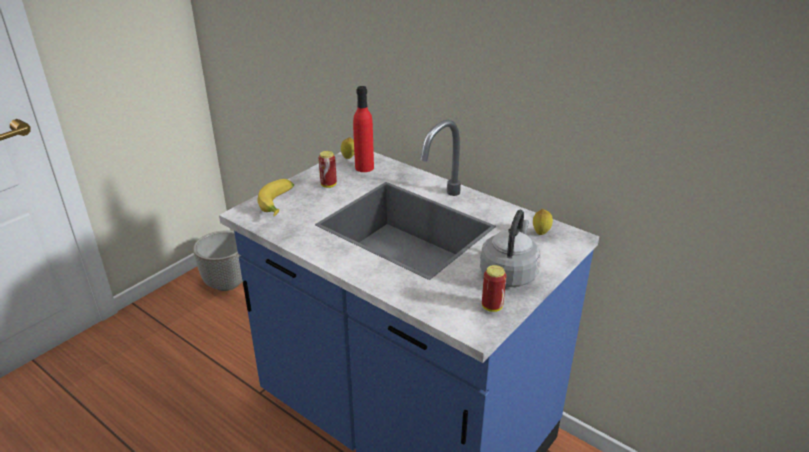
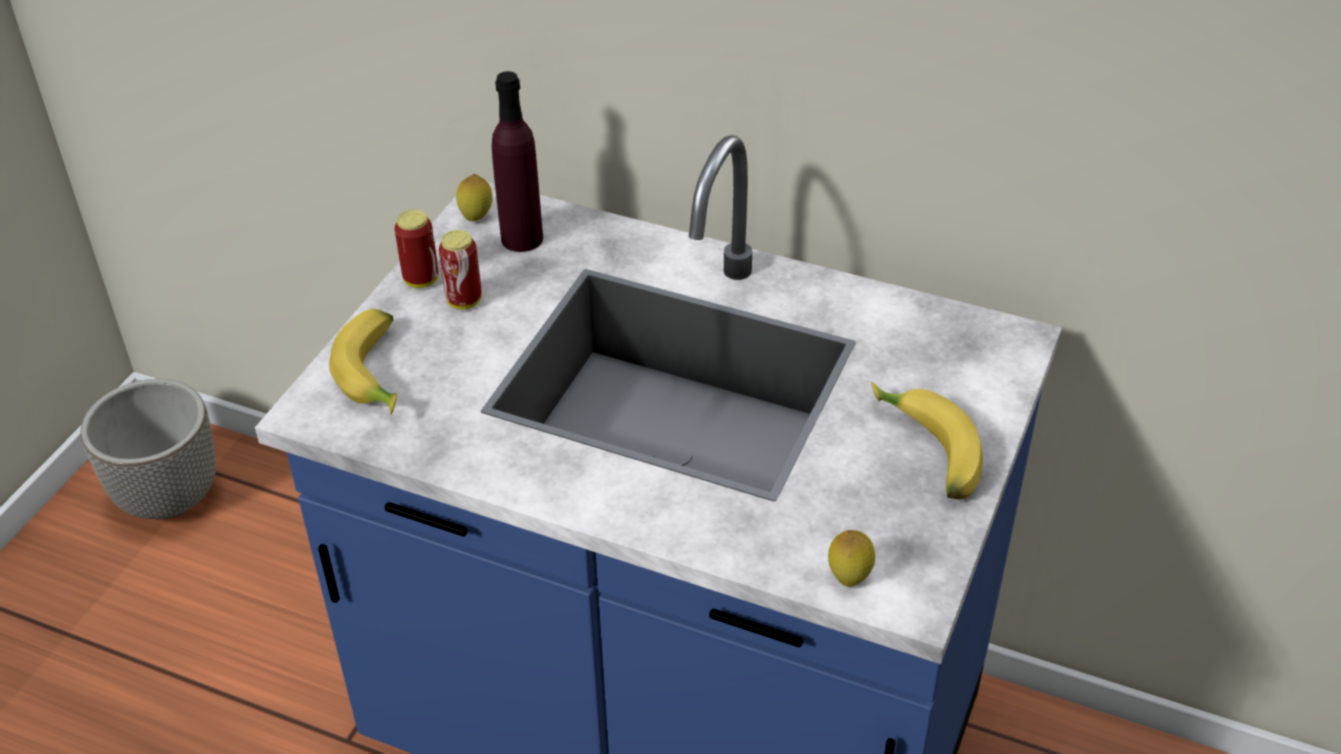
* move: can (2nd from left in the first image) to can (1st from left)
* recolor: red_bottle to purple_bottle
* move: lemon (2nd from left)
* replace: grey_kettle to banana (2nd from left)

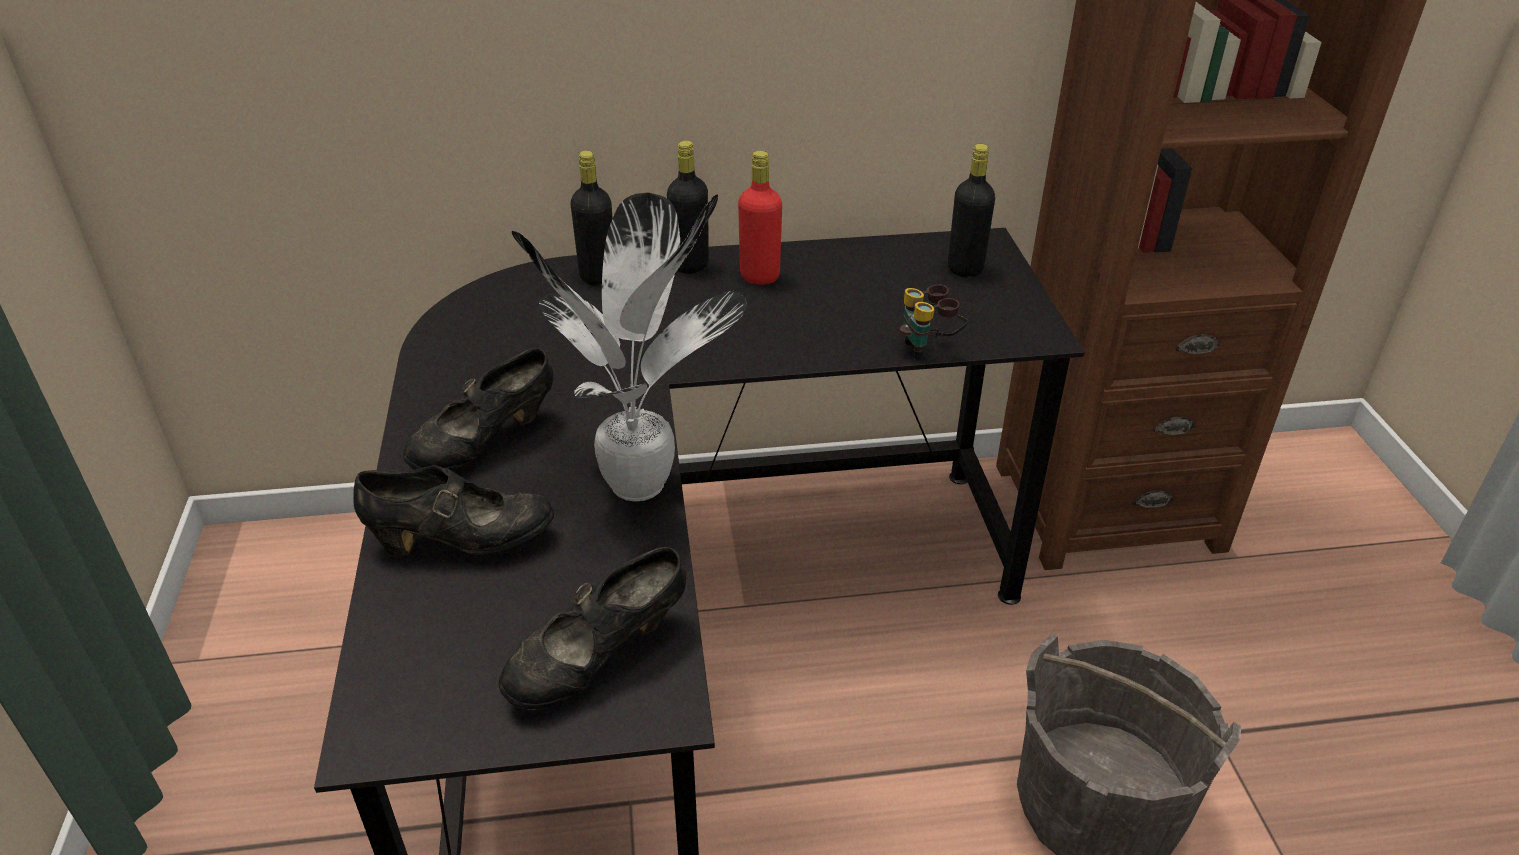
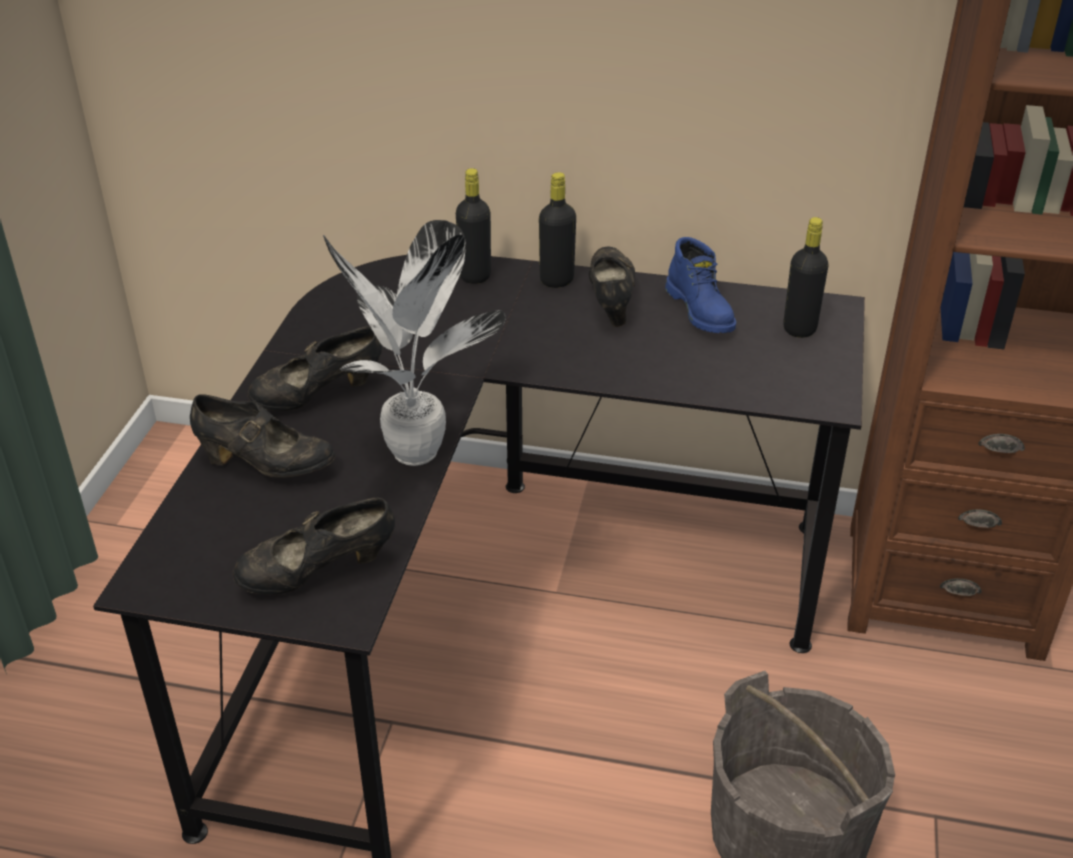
* replace: red_bottle to black_shoe (4th from left)
* insert: blue_boot
* delete: binoculars

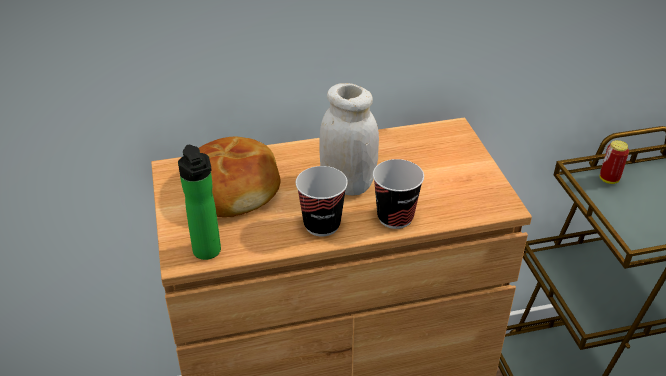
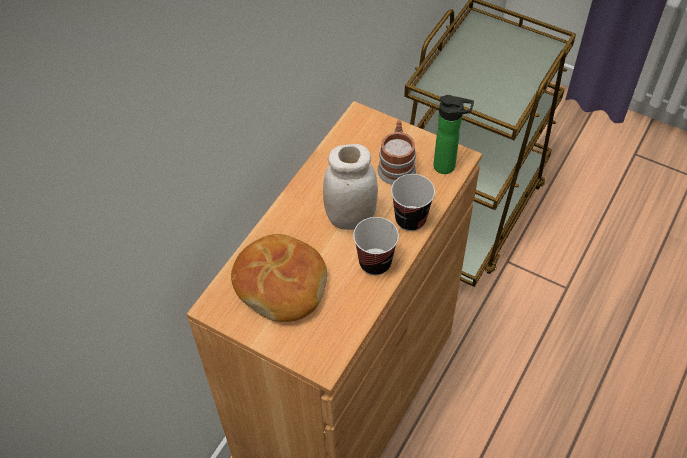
* insert: mug
* move: bottle
* delete: can

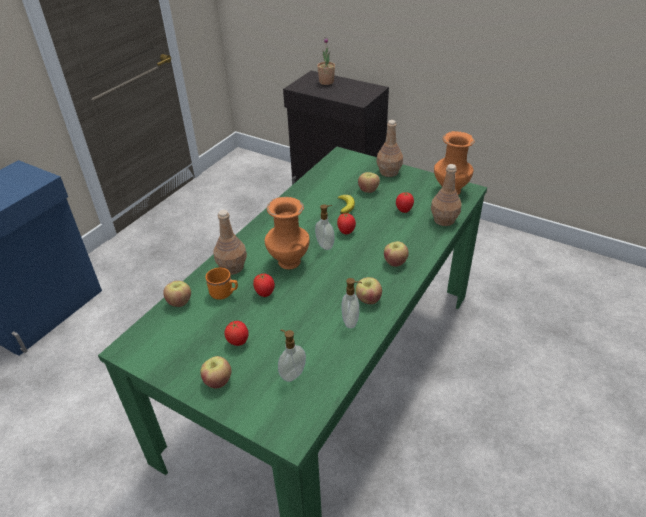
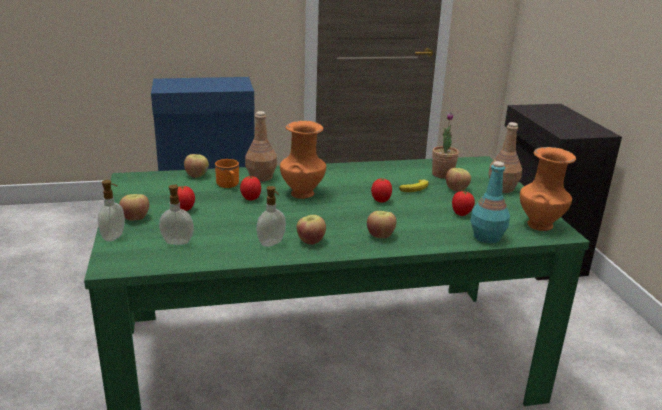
* move: soap_dispenser (2nd from left in the first image) to soap_dispenser (1st from left)
* move: potted_plant
* recolor: brown_bottle (3rd from left) to turquoise_bottle

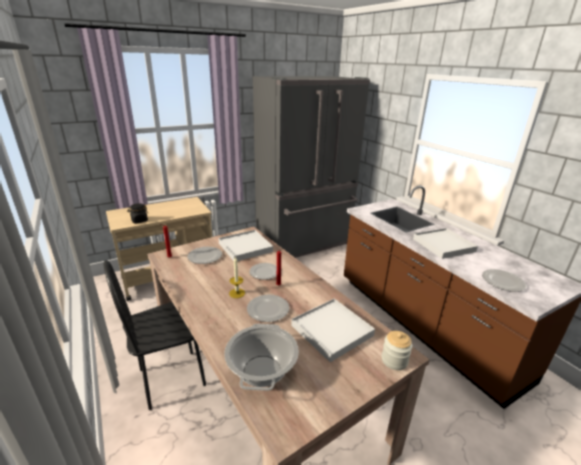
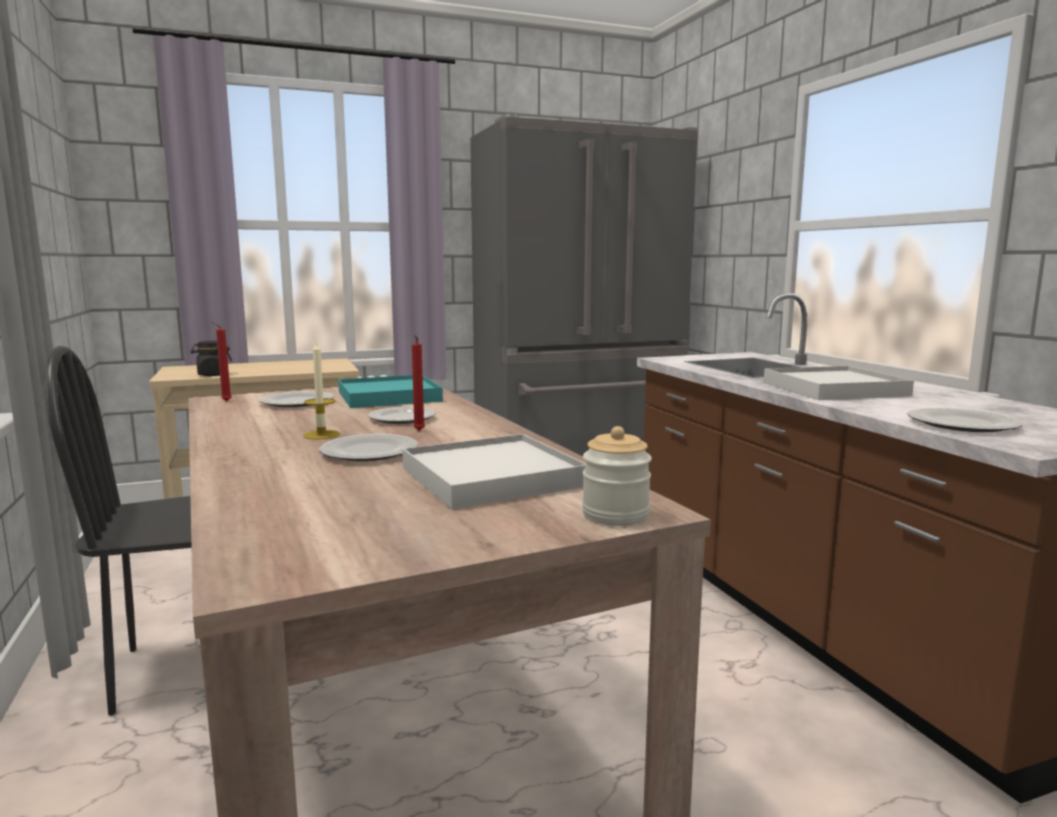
* recolor: white_tray (1st from left) to turquoise_tray
* delete: cooking_pot

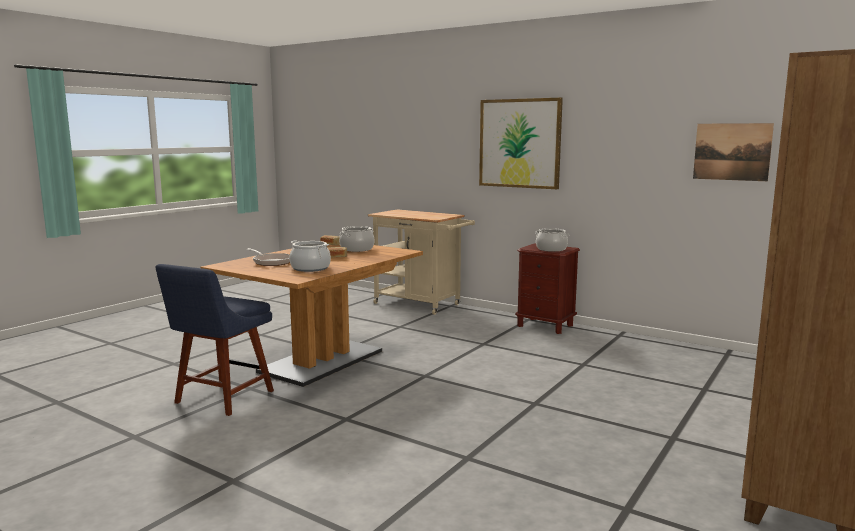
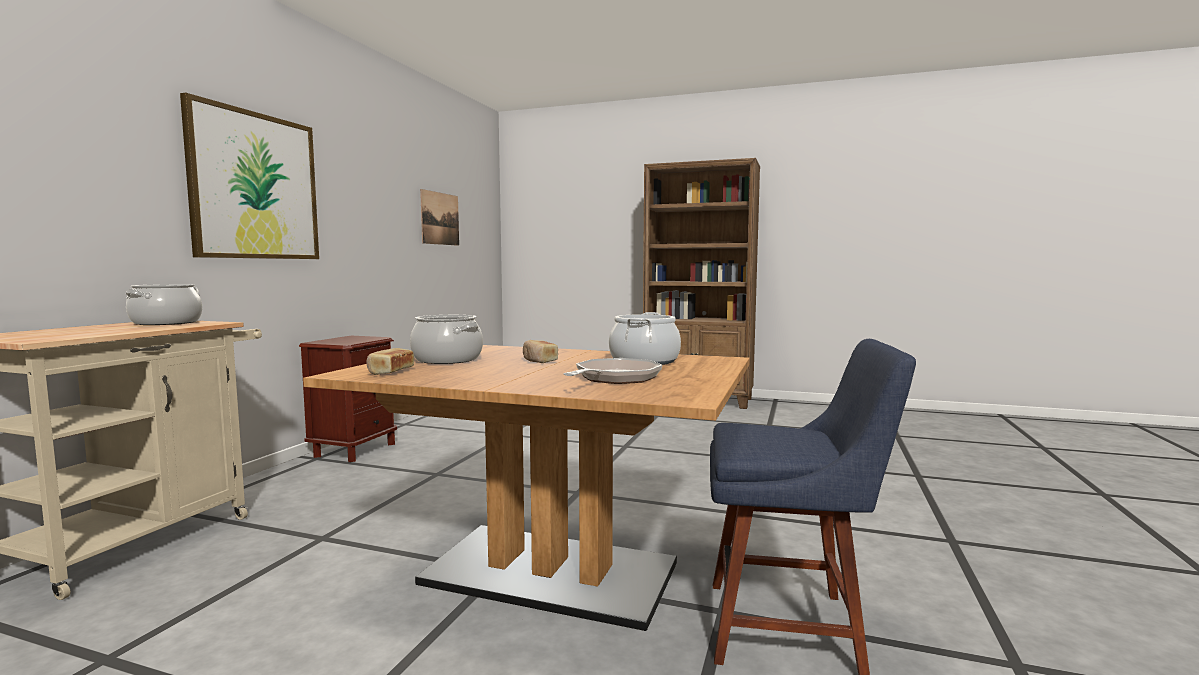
* move: cooking_pot (3rd from left in the first image) to cooking_pot (1st from left)

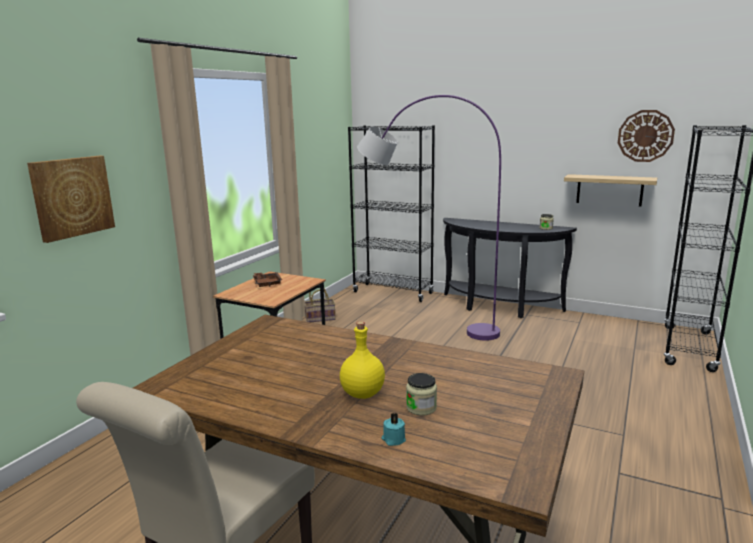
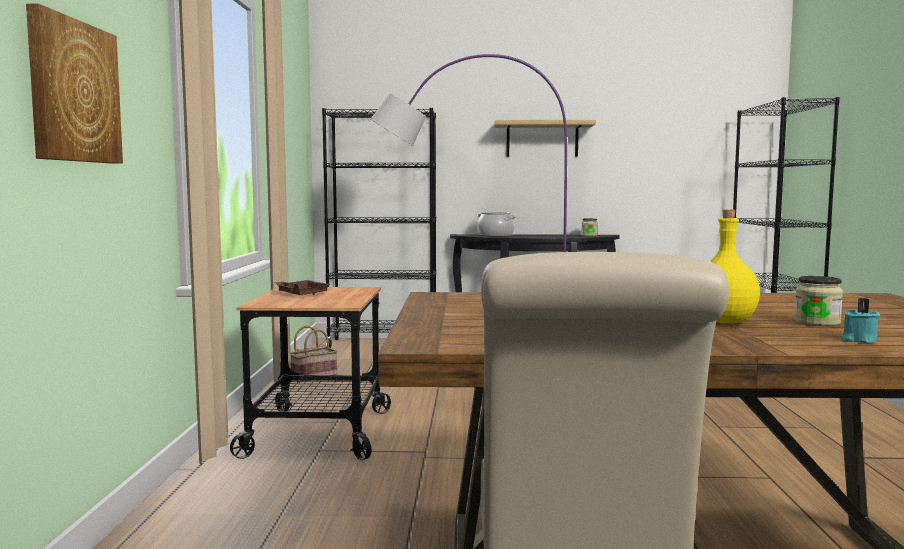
* insert: cooking_pot
* move: shelf
* delete: wall_clock

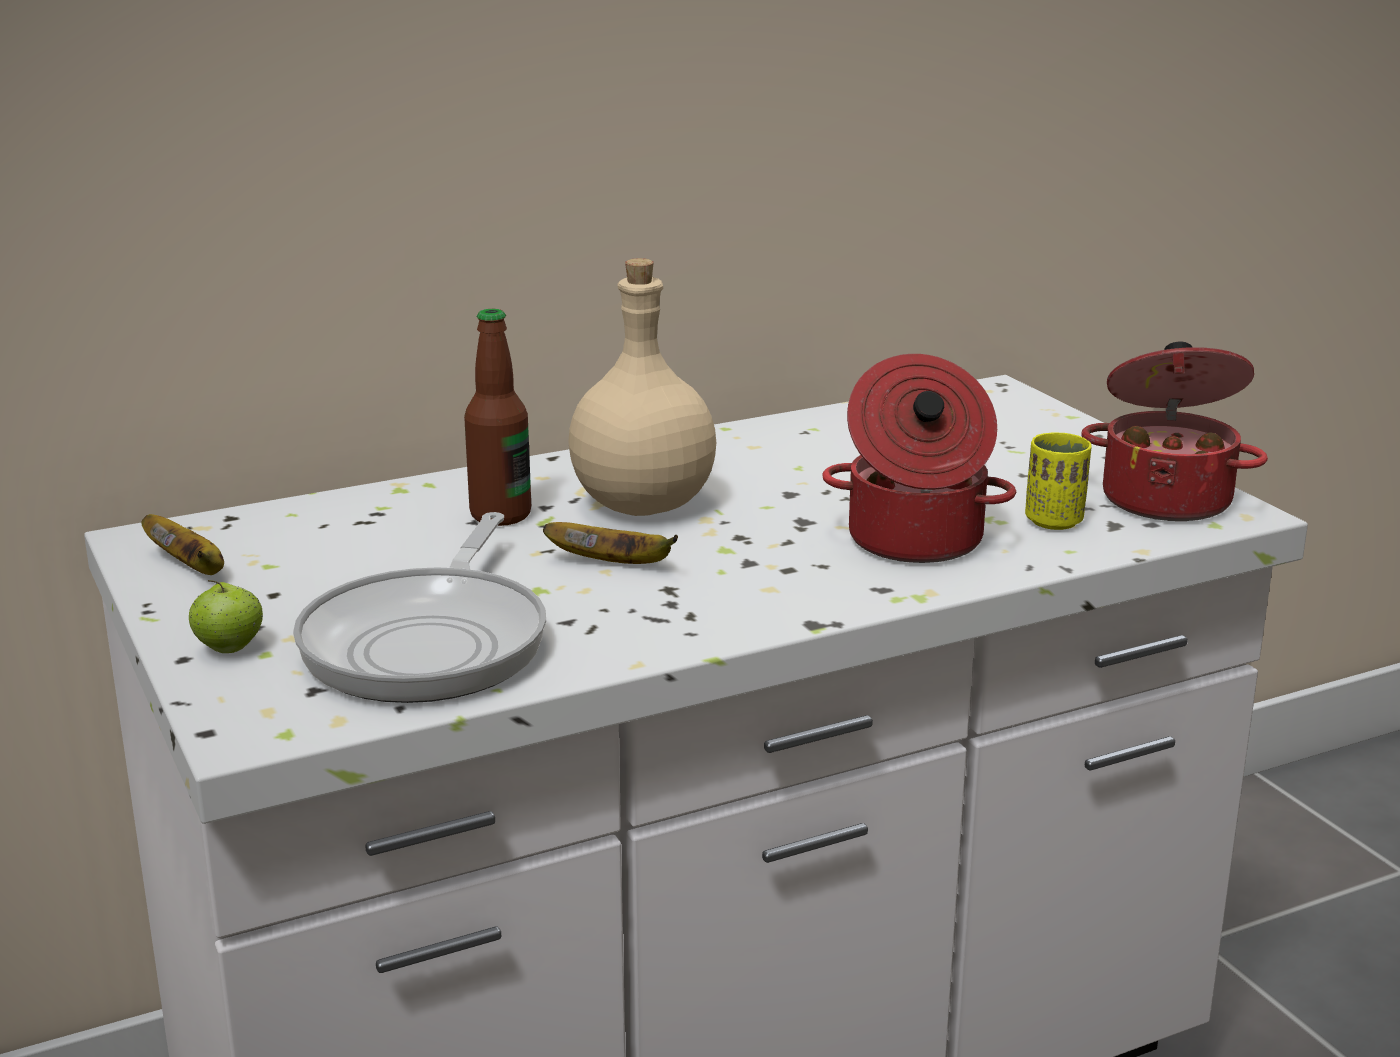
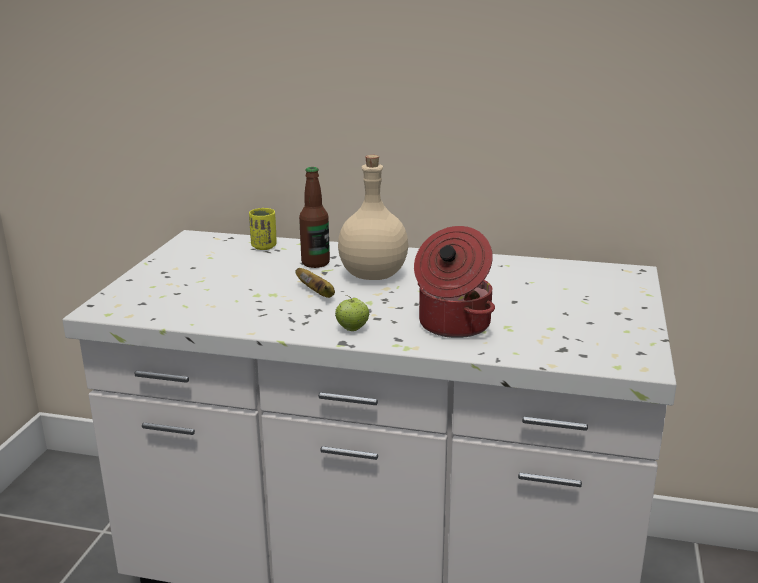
* move: yellow_cup
* move: apple
* delete: banana (1st from left)
* delete: frying_pan
* delete: cooking_pot (2nd from left)

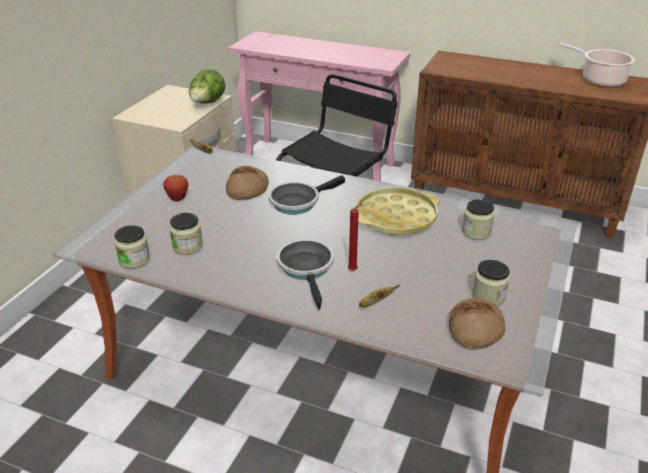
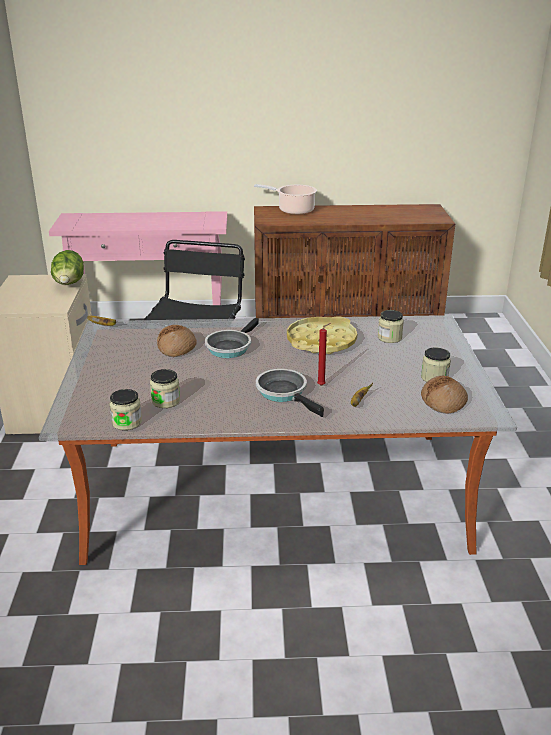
* move: cooking_pot
* delete: apple

